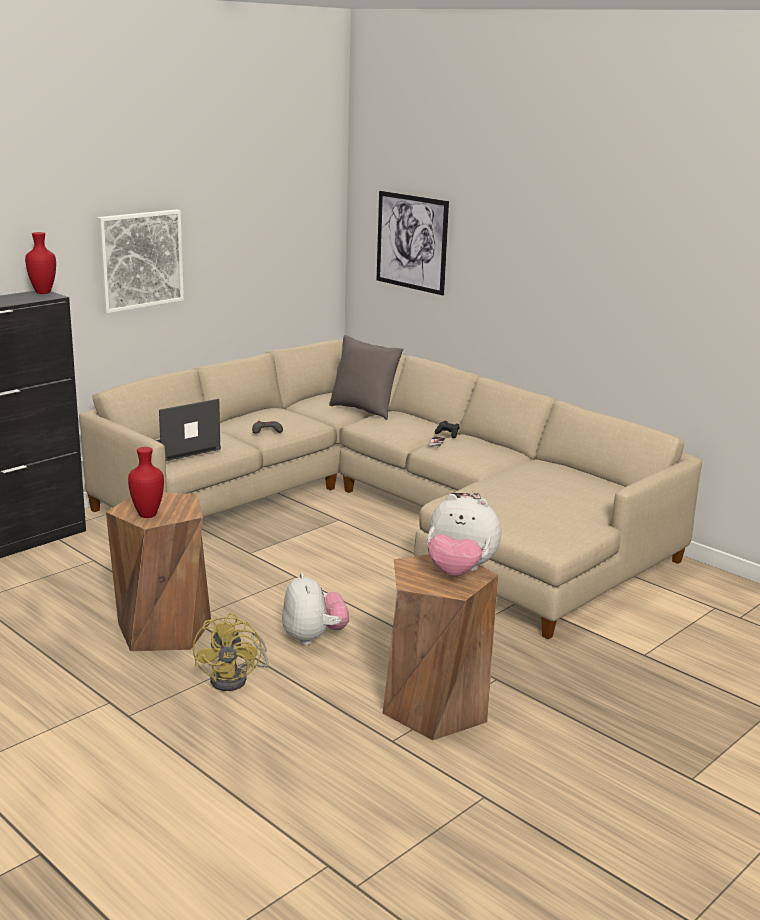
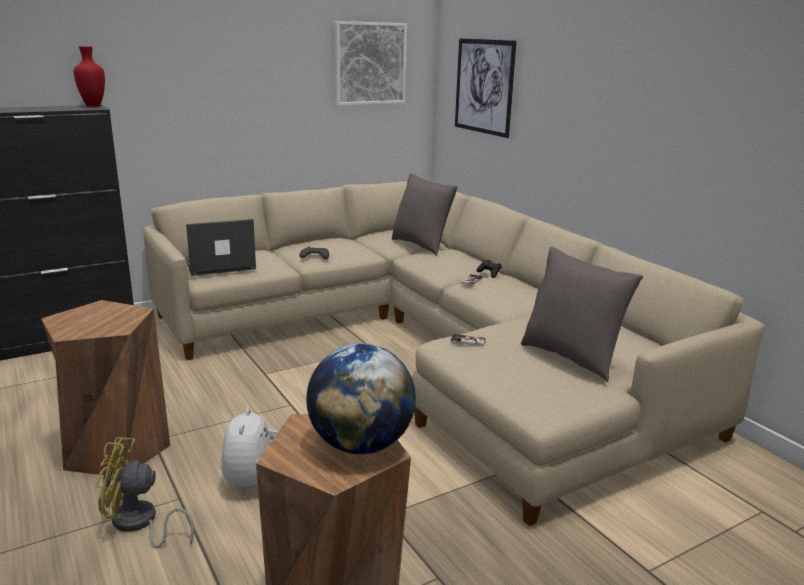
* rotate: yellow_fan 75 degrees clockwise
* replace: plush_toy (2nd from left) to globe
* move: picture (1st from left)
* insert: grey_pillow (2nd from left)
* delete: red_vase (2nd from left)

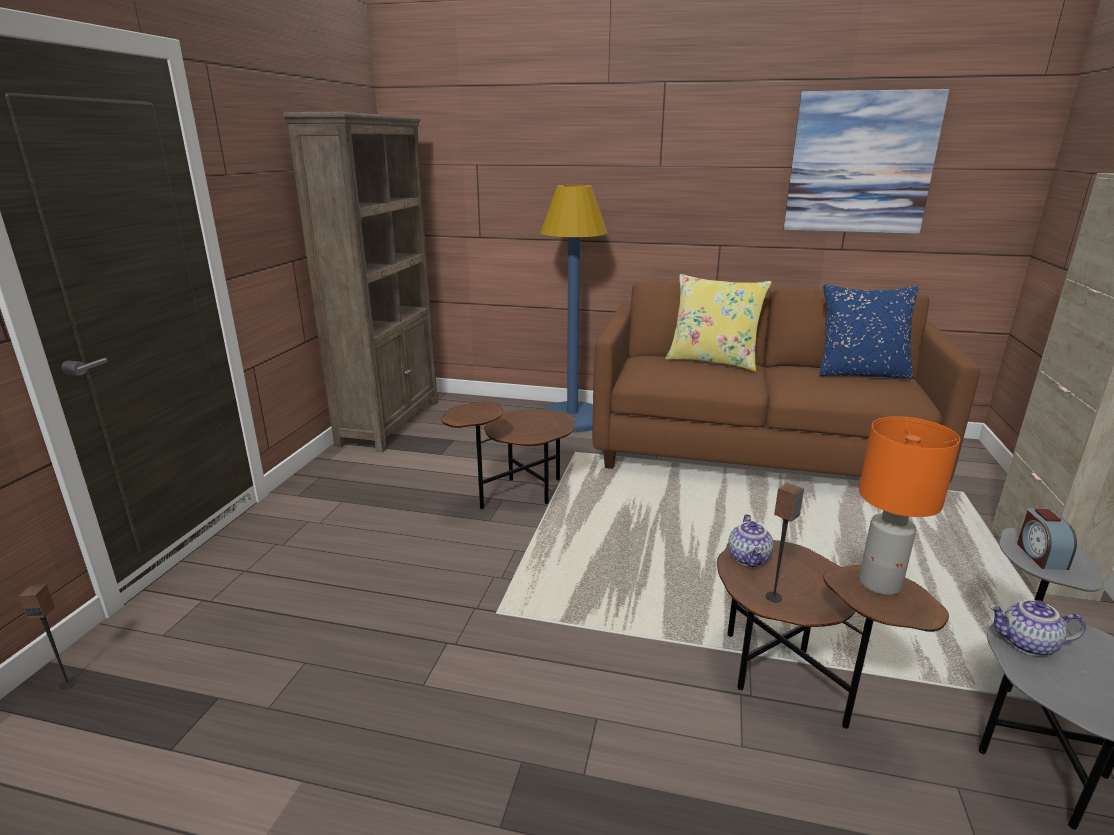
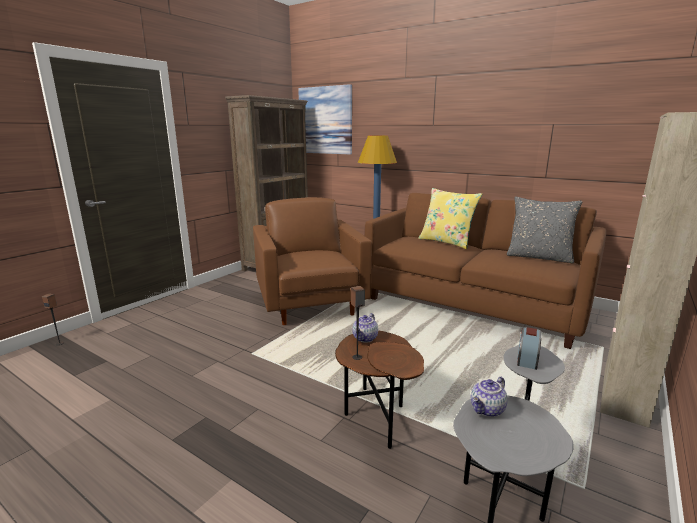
* replace: brown_side_table (1st from left) to brown_armchair
* move: picture
* rotate: teapot (2nd from left) 75 degrees counterclockwise
* recolor: blue_pillow to grey_pillow
* delete: orange_table_lamp

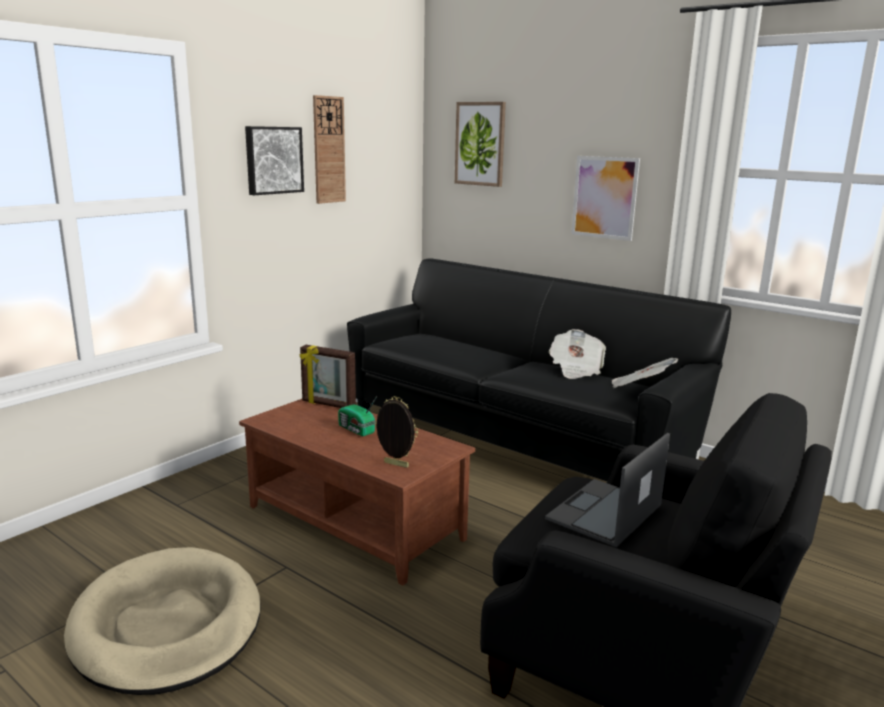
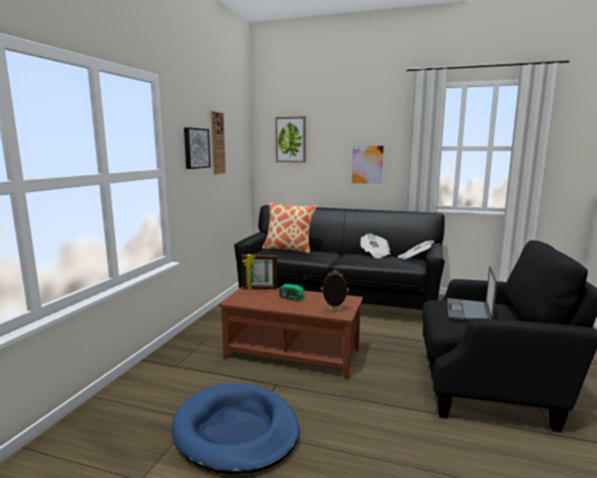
* recolor: beige_dog_bed to blue_dog_bed
* insert: pillow

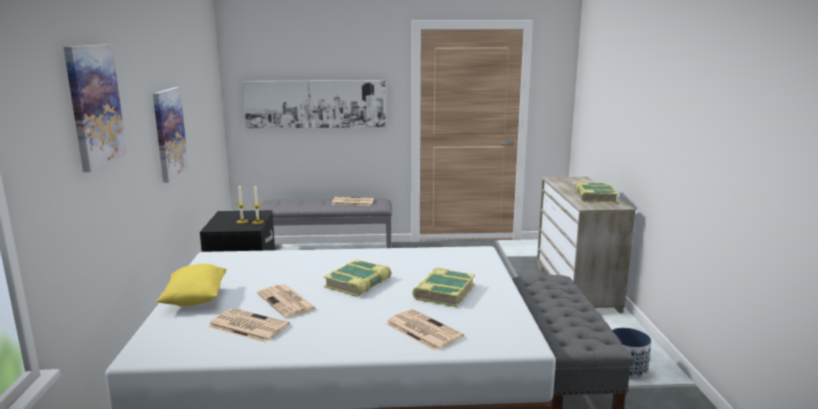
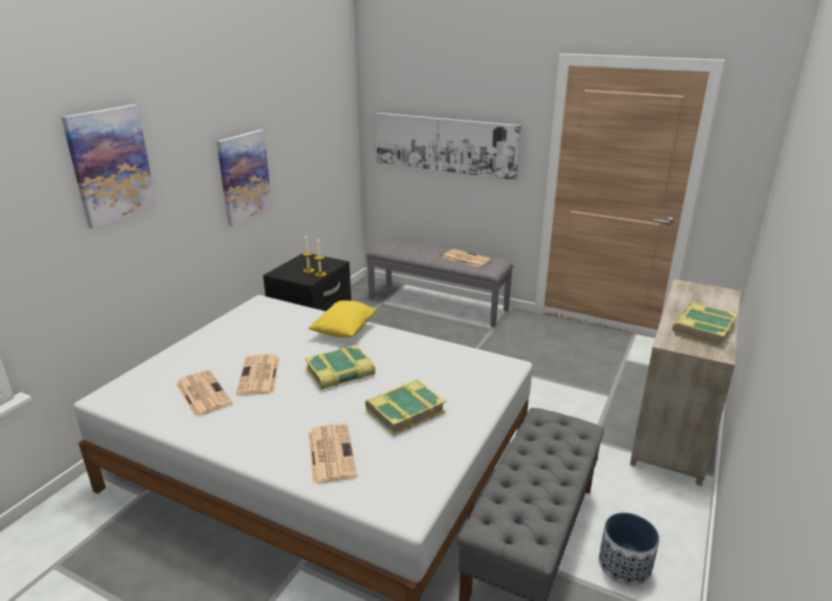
* move: yellow_pillow

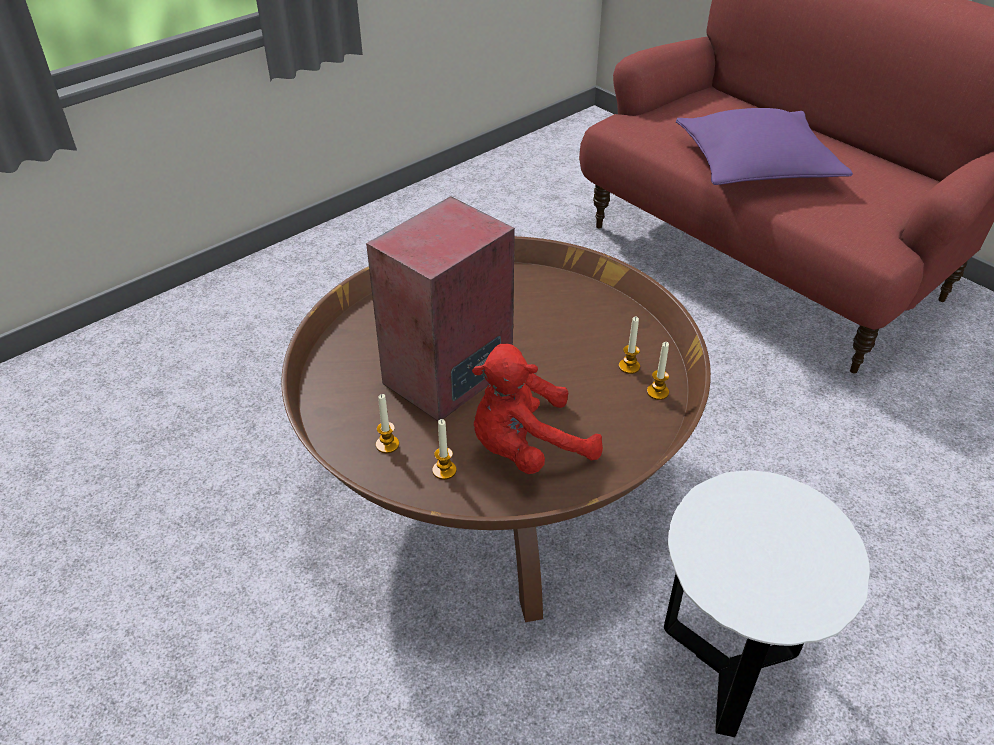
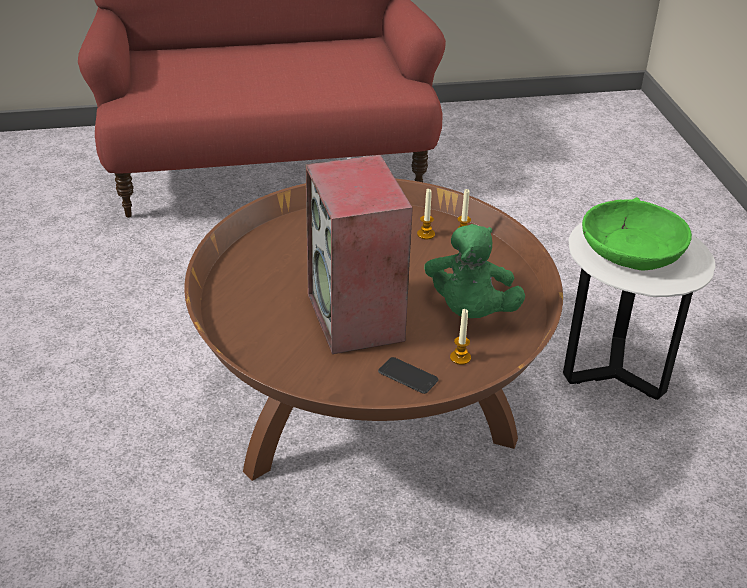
* replace: candle (1st from left) to phone
* recolor: red_plush_toy to green_plush_toy
* insert: green_bowl
* delete: purple_pillow

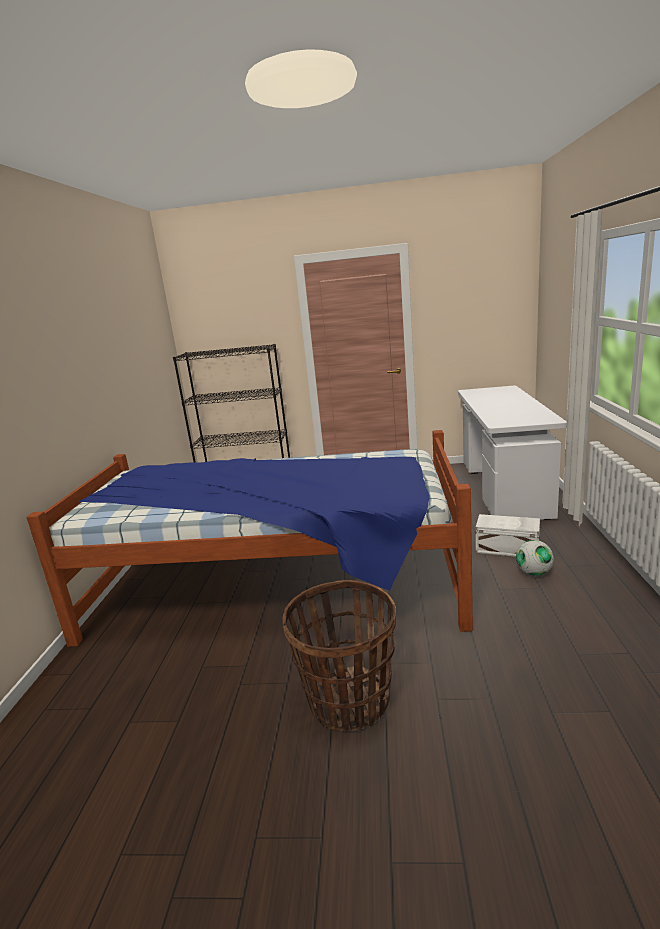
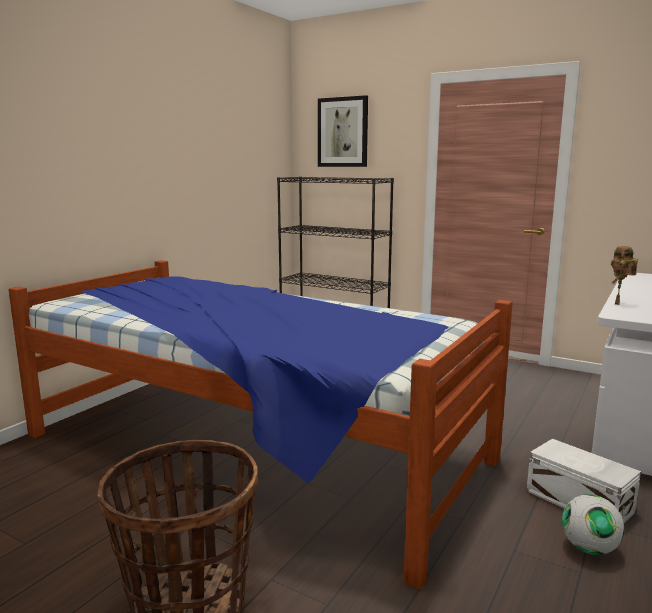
* insert: picture
* insert: toy_robot

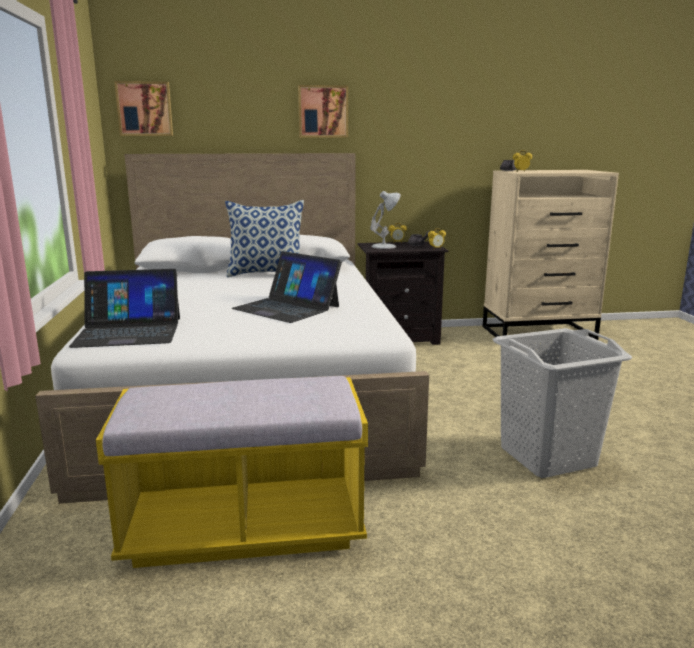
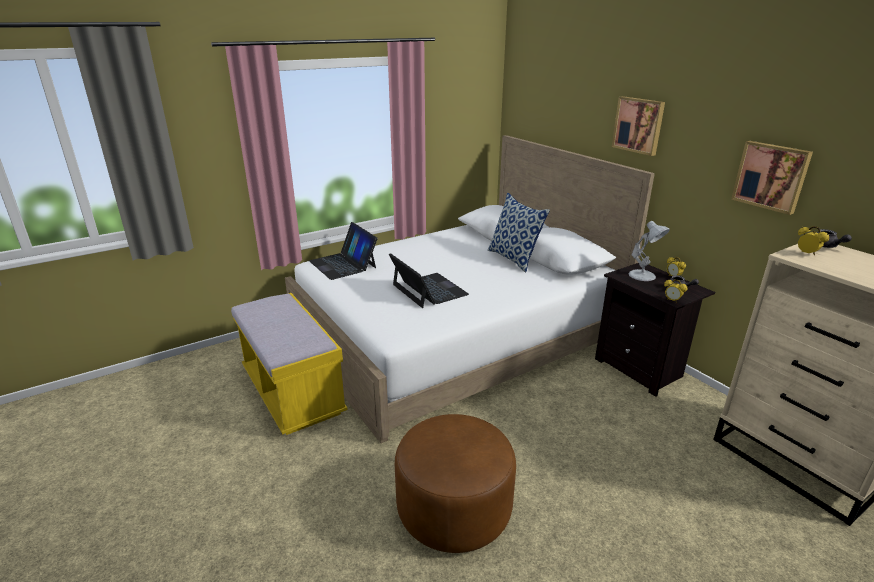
* rotate: laptop (2nd from left) 135 degrees clockwise
* replace: grey_laundry_basket to brown_ottoman
* move: picture (1st from left in the first image) to picture (2nd from left)

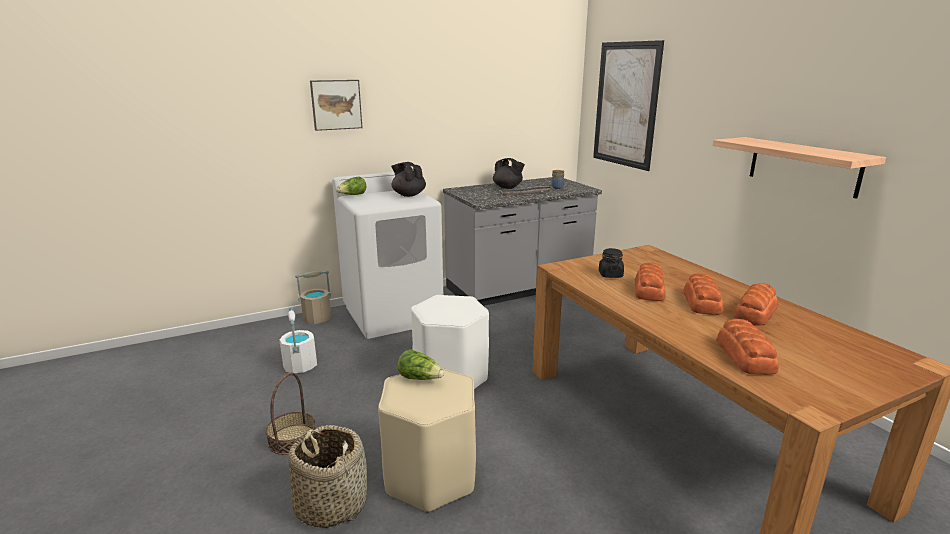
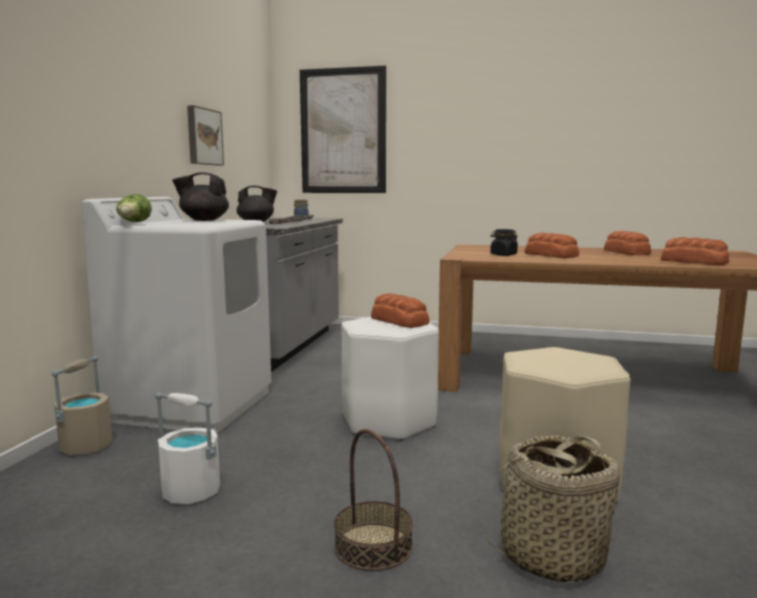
* move: picture (1st from left)
* move: bread (2nd from left in the first image) to bread (1st from left)
* delete: lettuce (2nd from left)
* delete: shelf

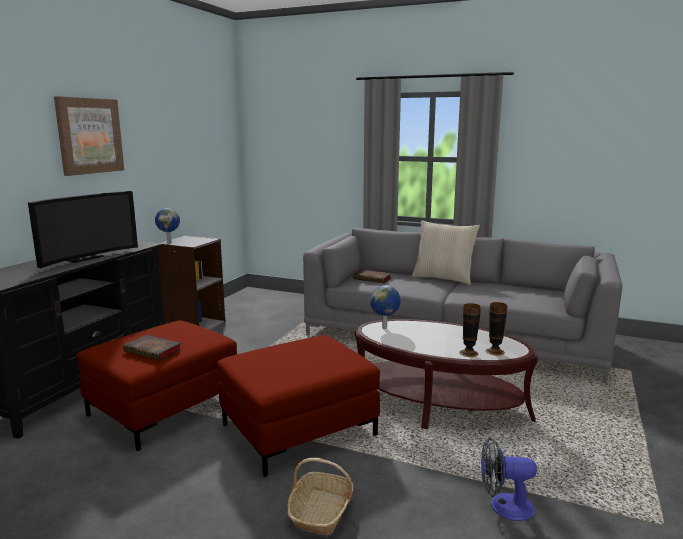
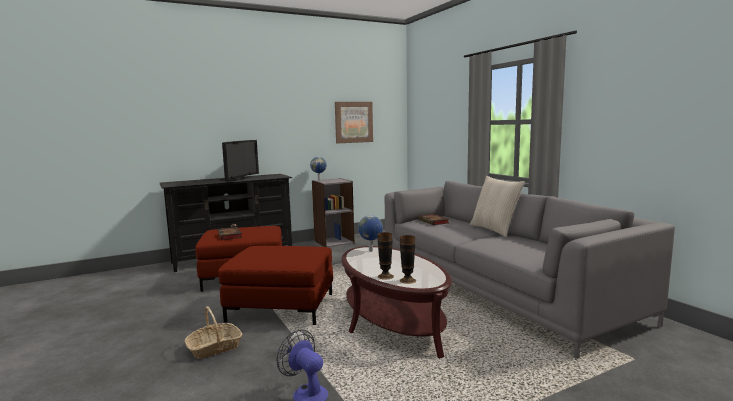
* rotate: television 60 degrees counterclockwise
* move: picture

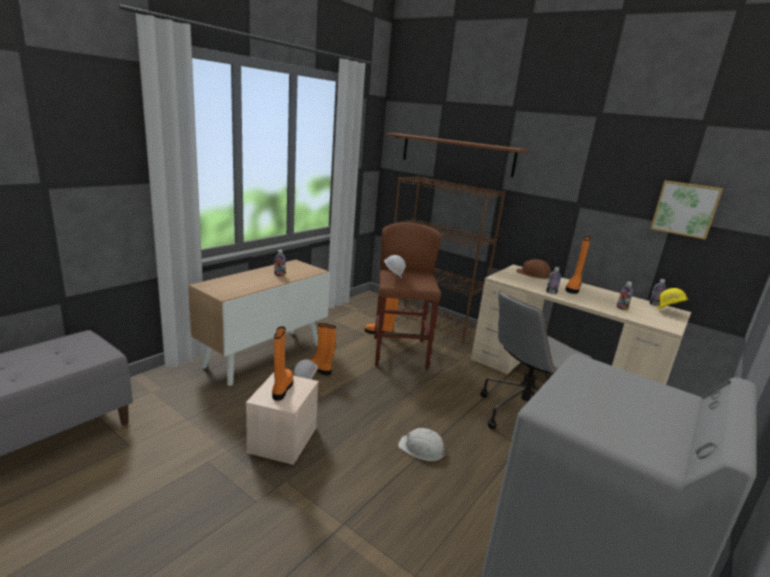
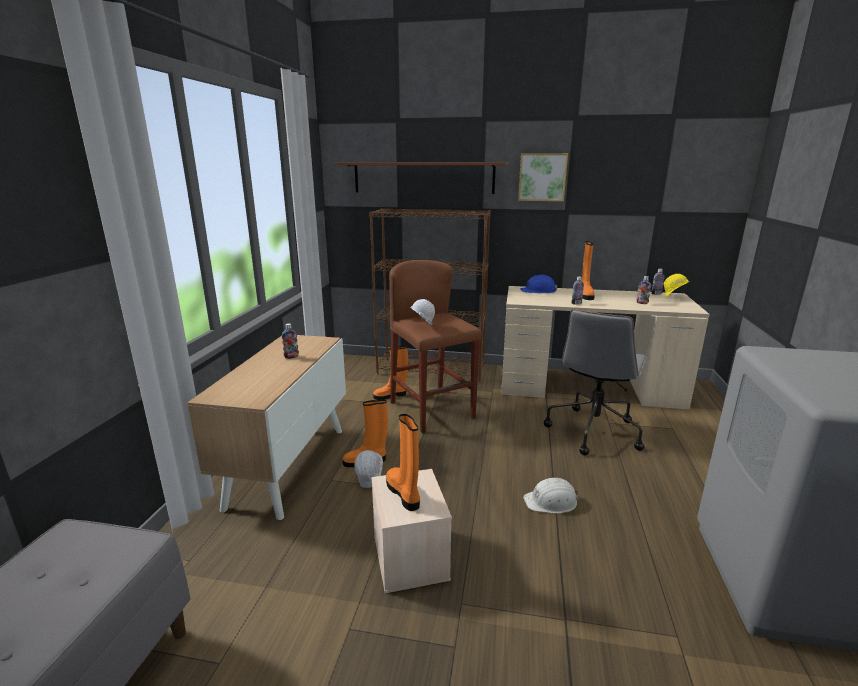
* move: picture
* recolor: brown_hard_hat to blue_hard_hat

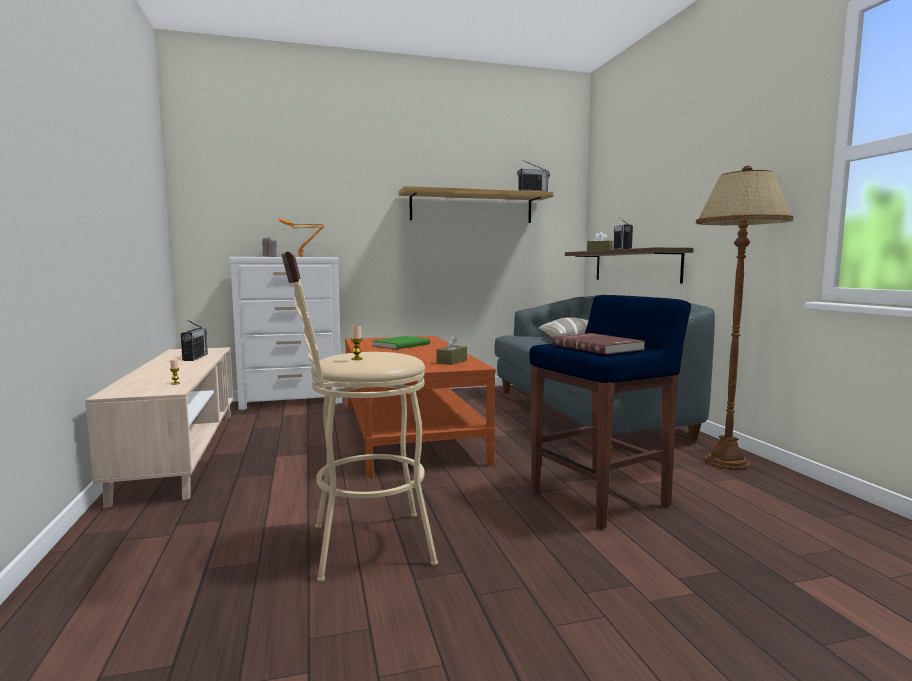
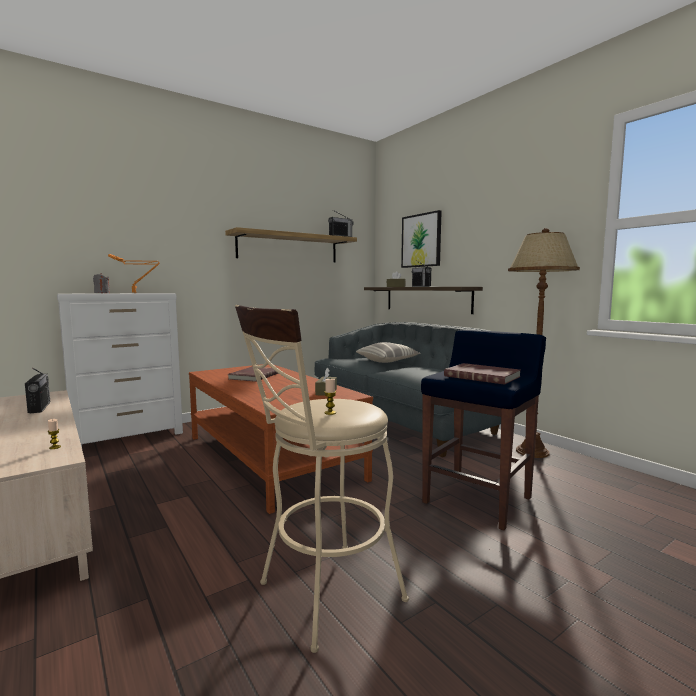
* recolor: green_book to red_book (1st from left)
* insert: picture

